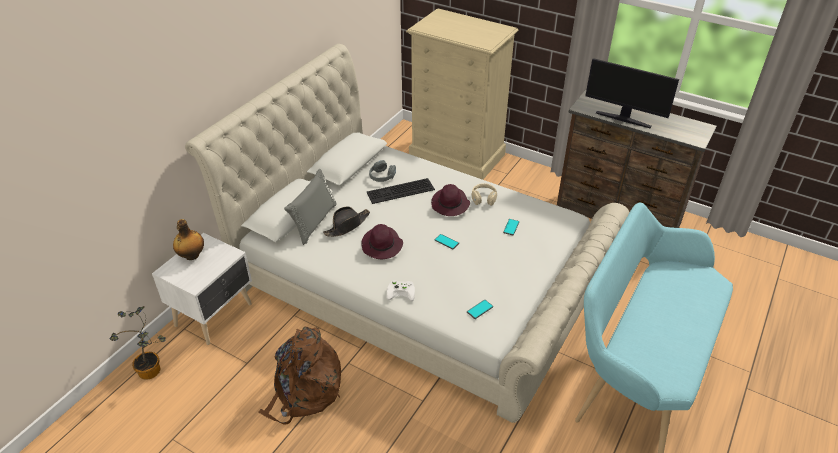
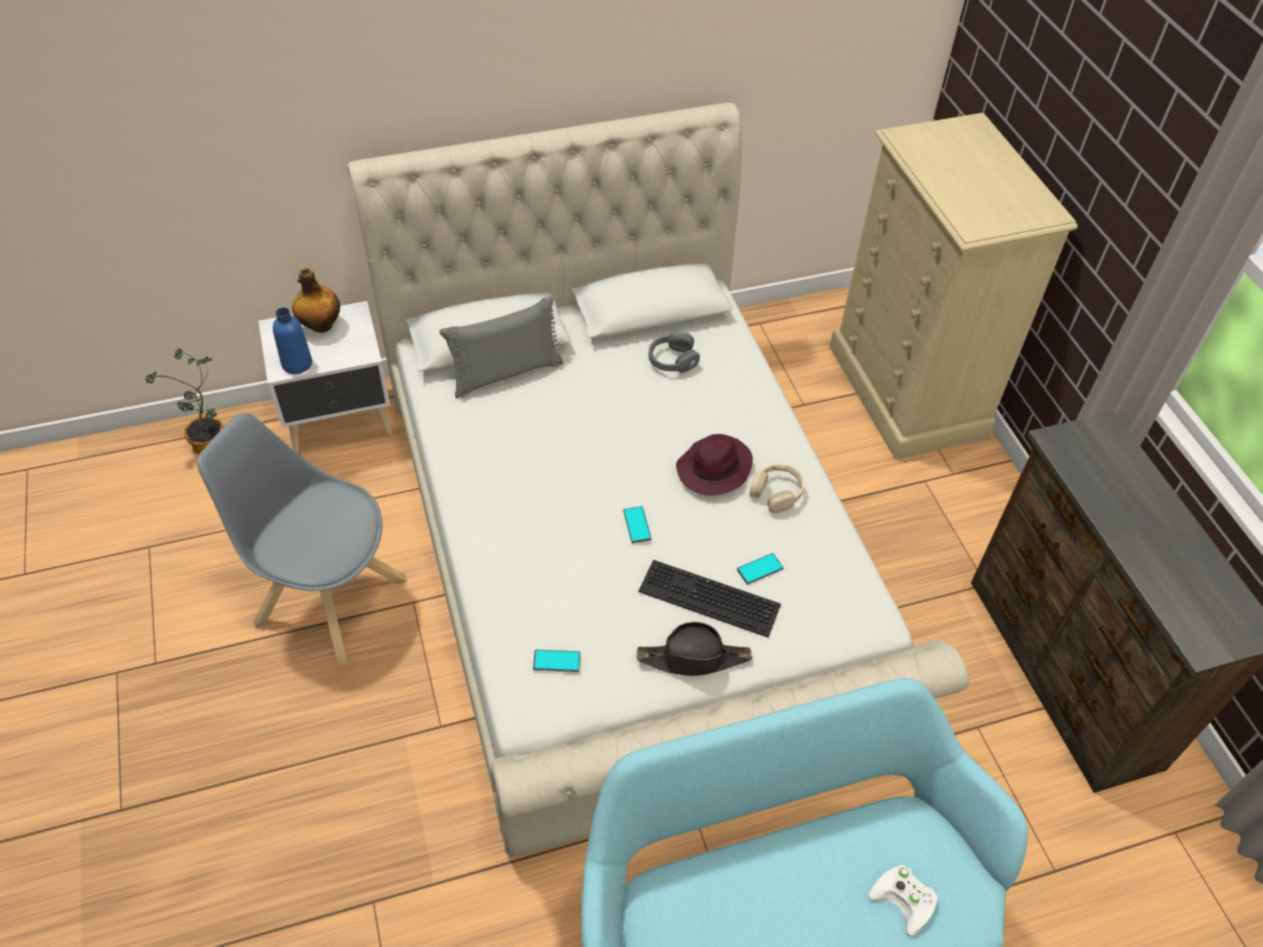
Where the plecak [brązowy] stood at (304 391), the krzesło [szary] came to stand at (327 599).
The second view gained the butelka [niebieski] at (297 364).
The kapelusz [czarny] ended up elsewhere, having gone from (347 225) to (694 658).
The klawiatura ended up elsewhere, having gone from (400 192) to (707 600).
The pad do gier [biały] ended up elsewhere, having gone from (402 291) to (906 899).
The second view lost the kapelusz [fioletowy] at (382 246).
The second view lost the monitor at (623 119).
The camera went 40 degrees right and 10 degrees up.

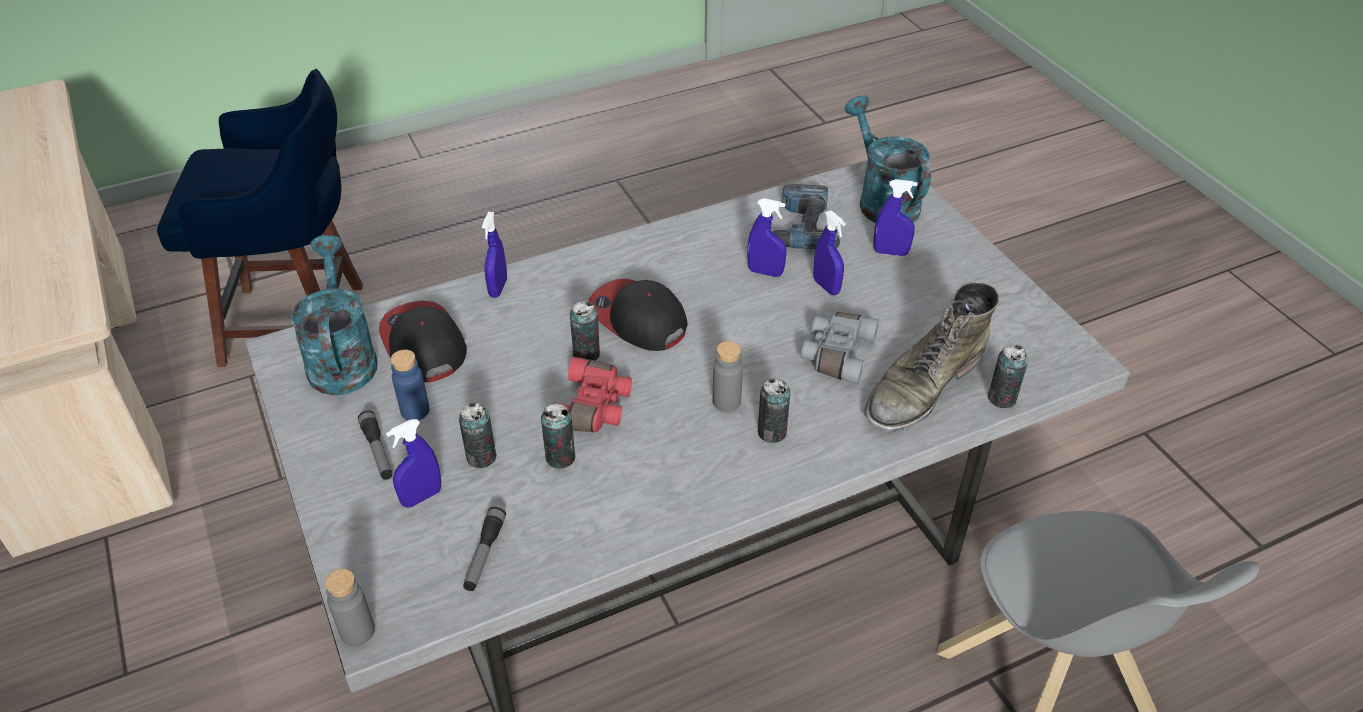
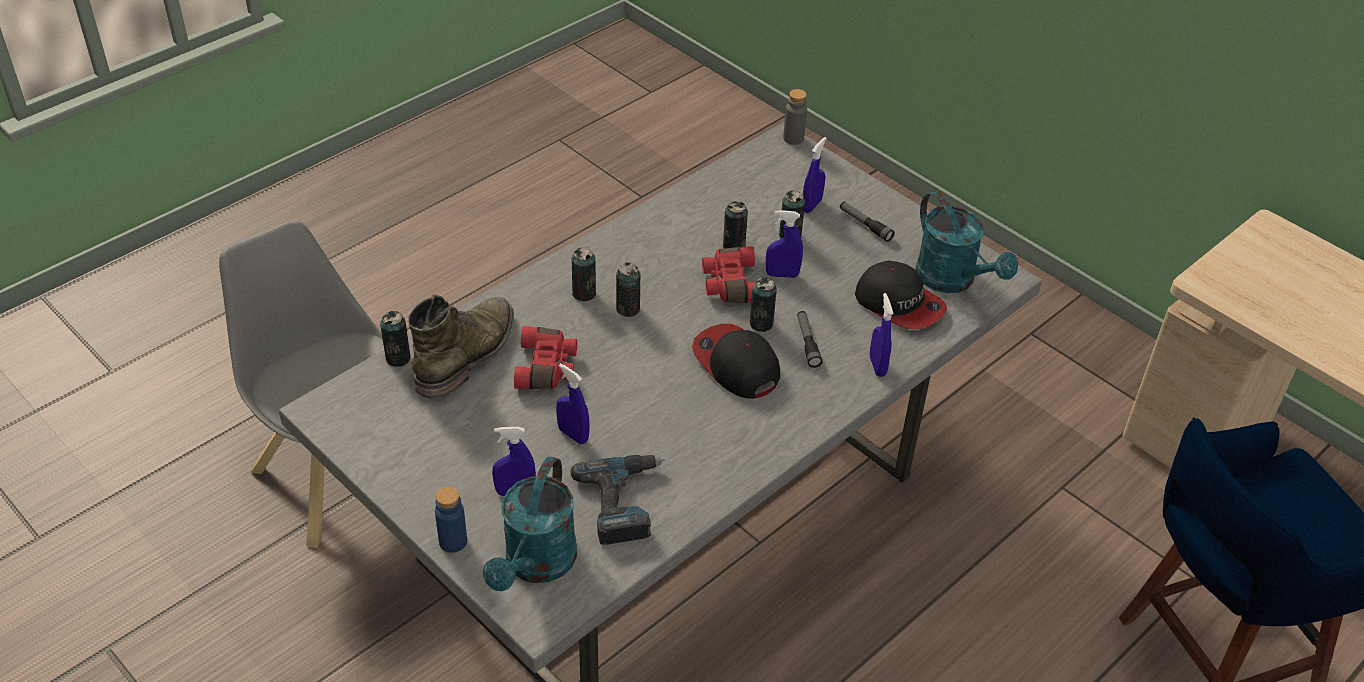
The butelka [niebieski] ended up elsewhere, having gone from (415 410) to (453 541).
The konewka [turkusowy] at (882 200) ended up facing another way, 60 degrees clockwise from before.
What was the lornetka [szary] at (836 354) turned into the lornetka [czerwony] at (547 368).
Where the butelka [szary] stood at (726 402), the puszka came to stand at (628 309).
The czapka z daszkiem at (637 318) ended up facing another way, 150 degrees counterclockwise from before.
The spryskiwacz [niebieski] ended up elsewhere, having gone from (765 272) to (782 275).
The latarka ended up elsewhere, having gone from (484 554) to (807 343).
The camera went 160 degrees right and 0 degrees up.

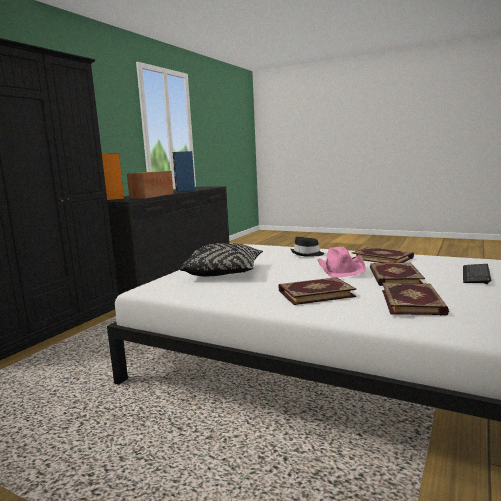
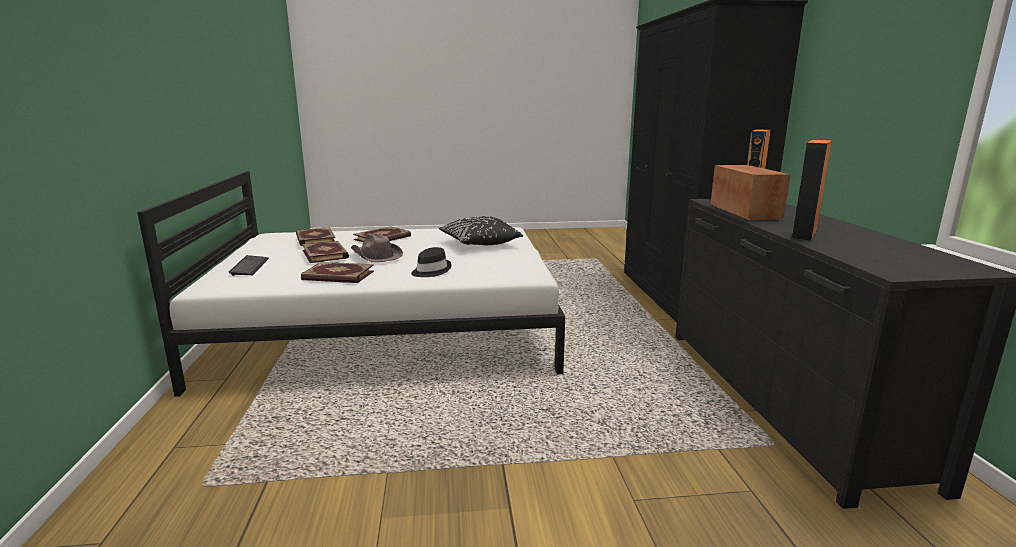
What was the kapelusz [różowy] at (341 269) turned into the kapelusz [brązowy] at (376 256).
What was the głośnik [niebieski] at (185 191) turned into the głośnik [pomarańczowy] at (804 235).
The camera went 145 degrees right and 5 degrees up.

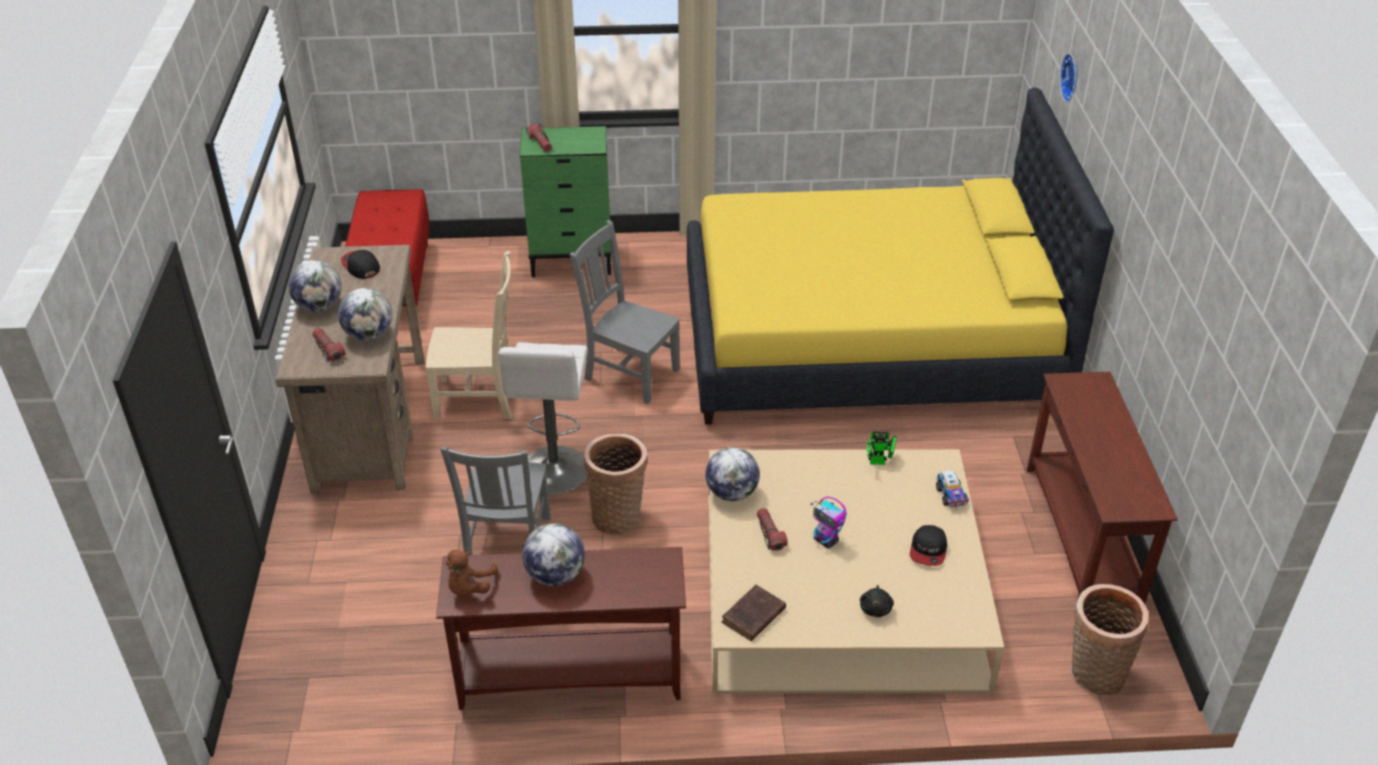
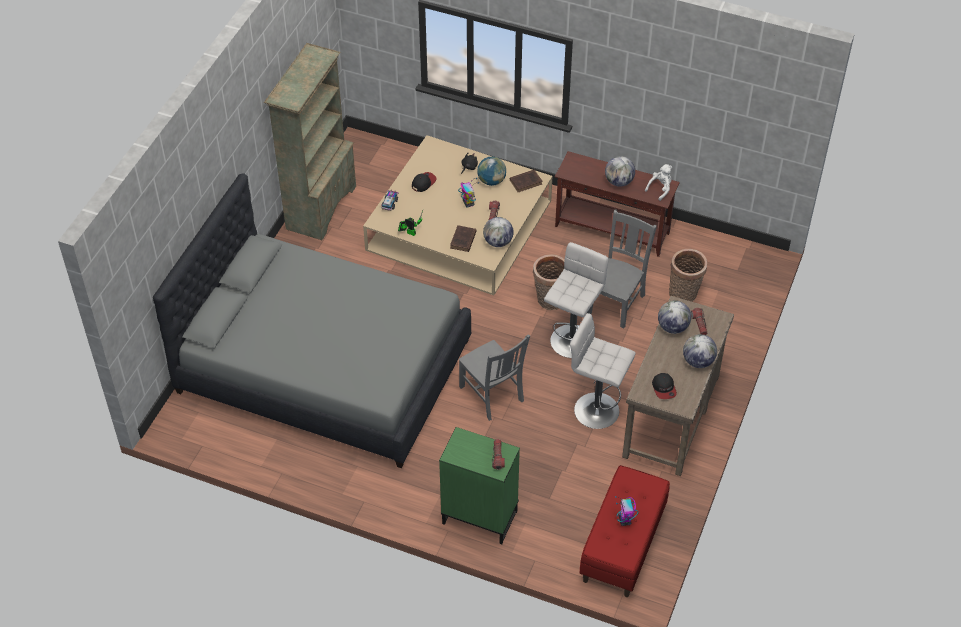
What was the łóżko [żółty] at (869 339) turned into the łóżko [szary] at (324 365).
Where the stolik konsolowy [brązowy] stood at (1082 537), the regał [zielony] came to stand at (321 207).
The second view gained the książka [brązowy] at (463 240).
The second view gained the globus at (491 181).
Where the krzesło [beżowy] stood at (479 398), the stołek [biały] came to stand at (596 410).
The second view gained the robot zabawkowy at (625 520).
What was the pluszak [brązowy] at (469 588) turned into the pluszak [biały] at (660 189).
The koszyk ended up elsewhere, having gone from (1093 673) to (684 295).
The second view lost the zegar ścienny at (1071 77).
The camera went 155 degrees left and 10 degrees up.

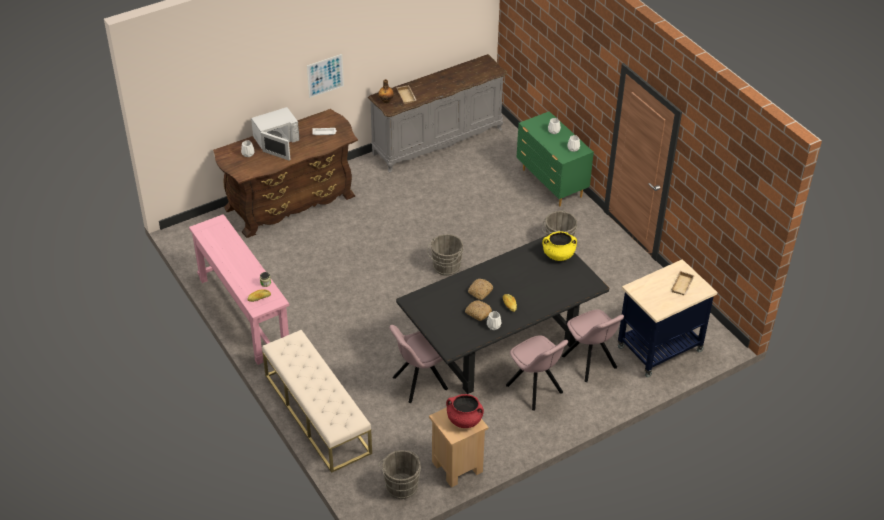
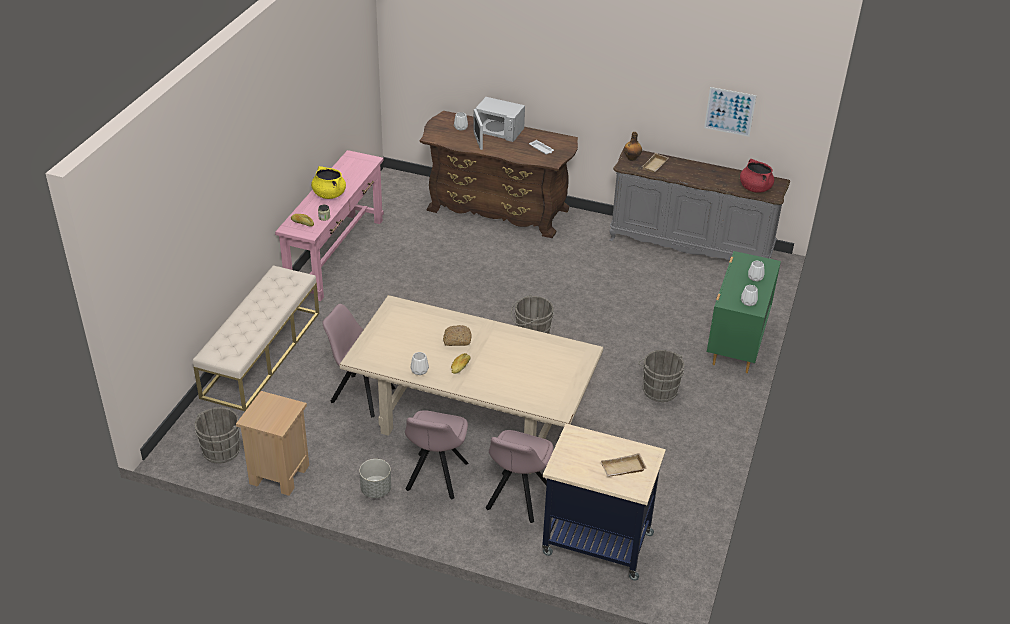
The garnek [żółty] ended up elsewhere, having gone from (558 255) to (329 194).
What was the stół jadalny [czarny] at (500 344) turned into the stół jadalny [beżowy] at (470 421).
The second view gained the donica [szary] at (376 490).
The obraz ended up elsewhere, having gone from (325 75) to (729 111).
The garnek [czerwony] ended up elsewhere, having gone from (464 420) to (755 188).
The second view lost the chleb at (478 313).
The camera went 50 degrees right and 5 degrees down.

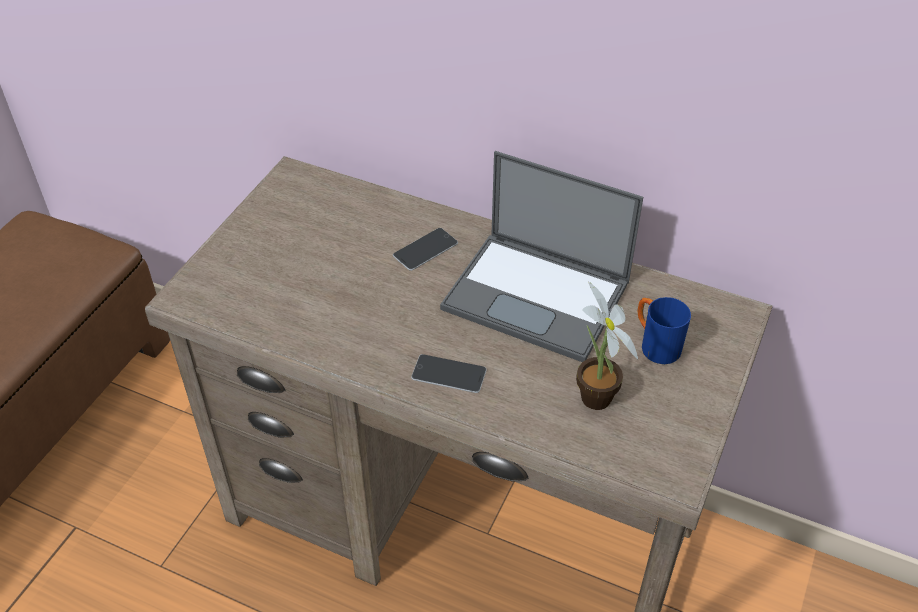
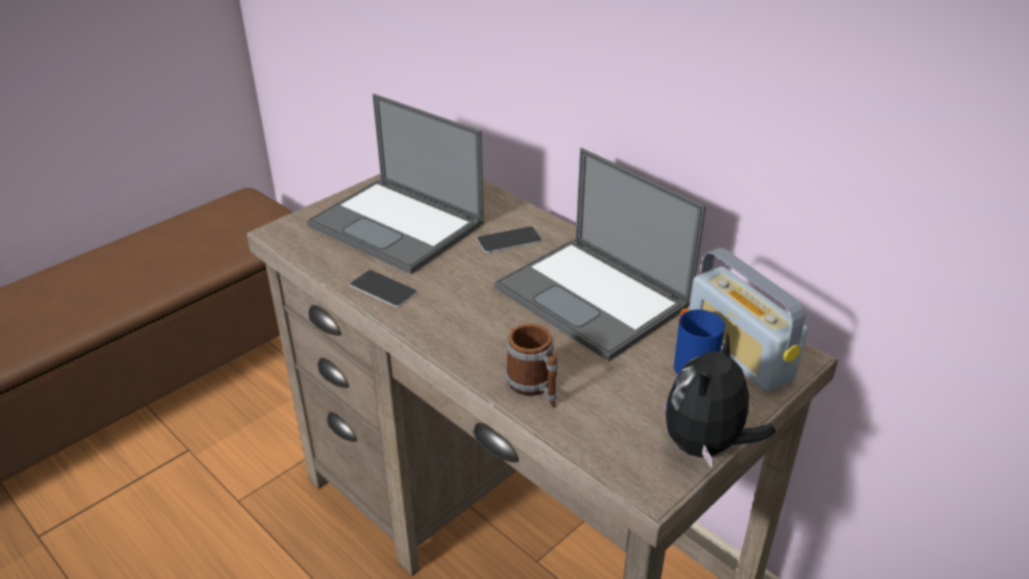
The second view gained the laptop at (398 225).
The telefon ended up elsewhere, having gone from (449 374) to (383 289).
The second view gained the kubek at (535 387).
The second view gained the pluszak at (706 446).
The second view gained the radio at (739 353).
The second view lost the roślina doniczkowa at (595 402).
The camera went 20 degrees right and 10 degrees down.

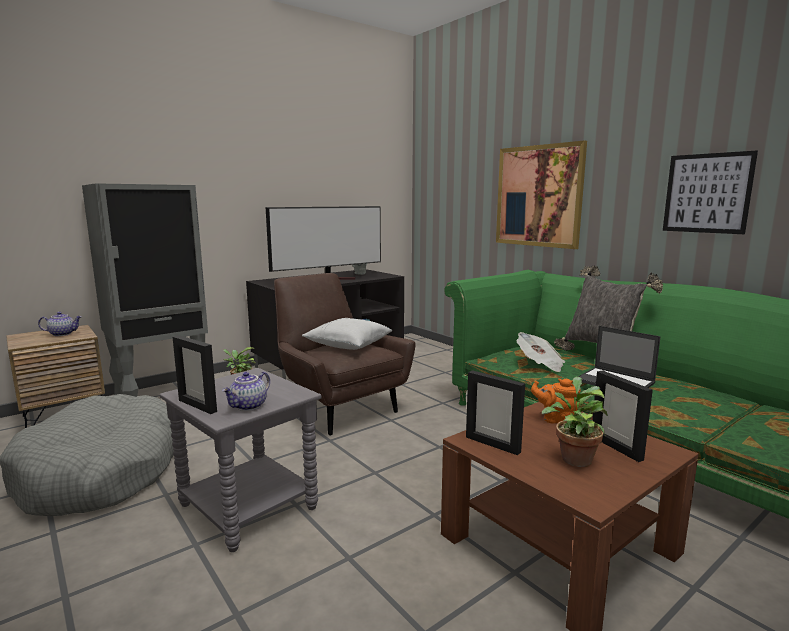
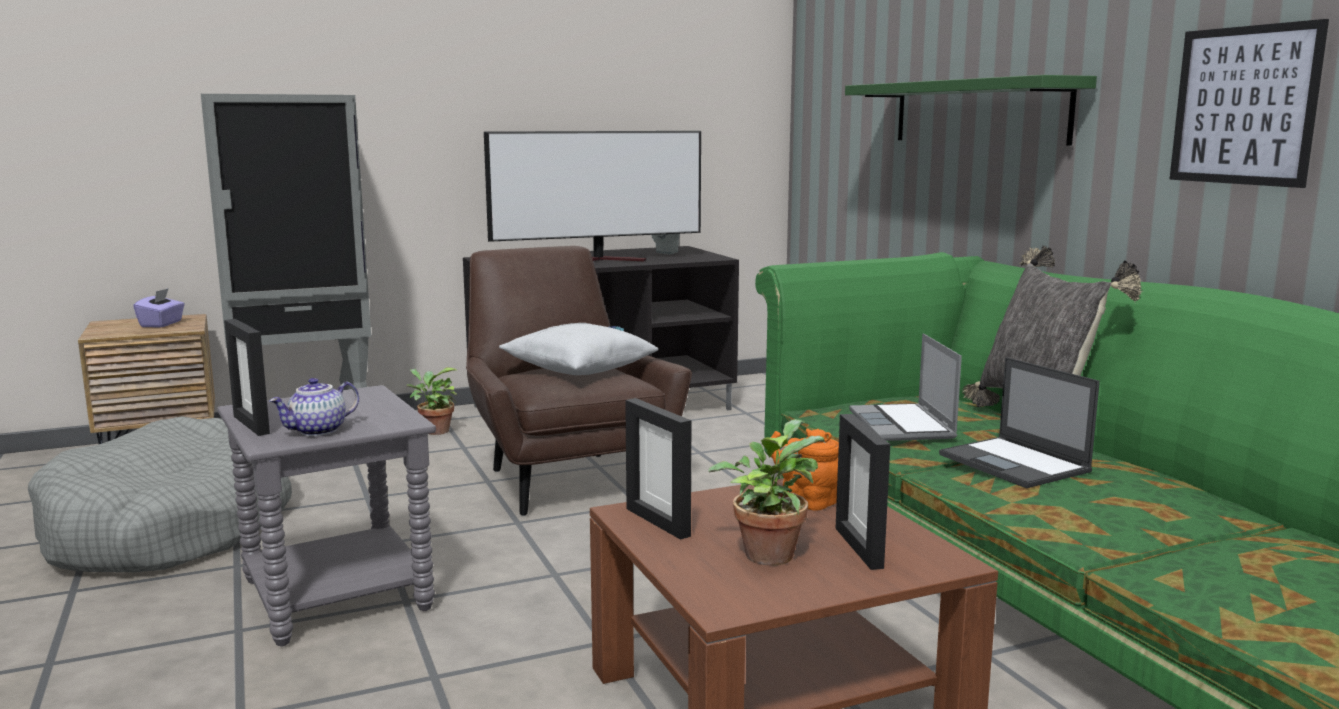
Where the imbryk stood at (62 334), the pudełko chusteczek [fioletowy] came to stand at (162 324).
Where the obraz hung at (538 196), the półka [zielony] came to hang at (977 112).
Where the gazeta stood at (540 364), the laptop came to stand at (903 425).
The camera went 15 degrees right and 0 degrees up.

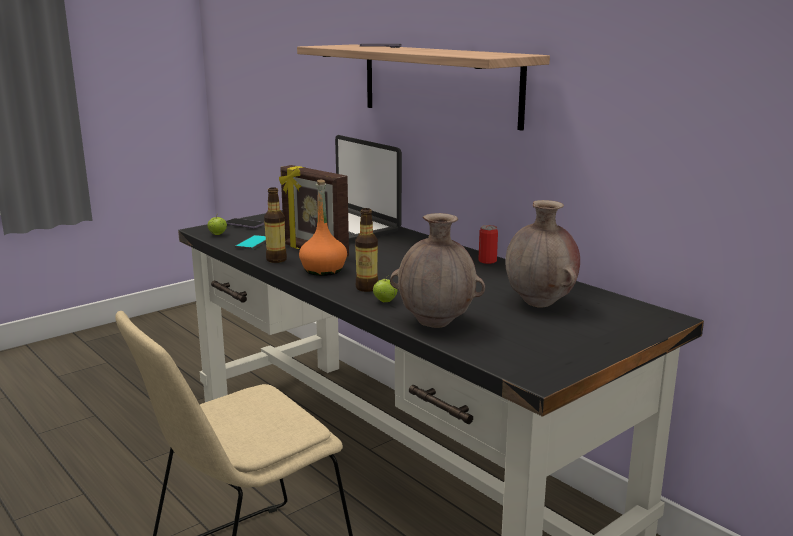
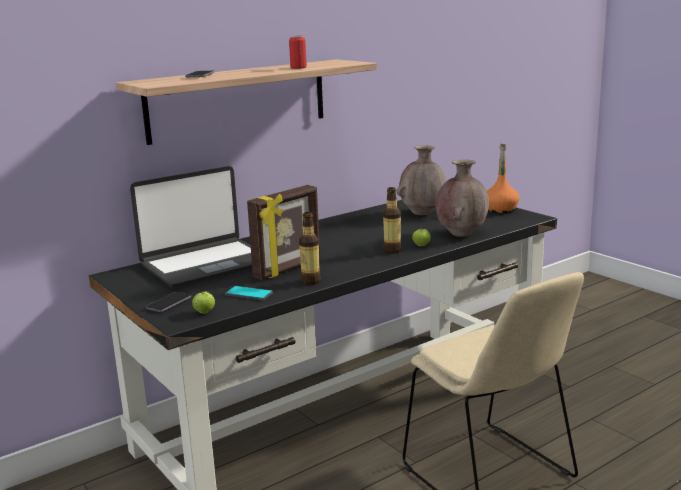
The puszka ended up elsewhere, having gone from (487 261) to (298 67).
The butelka [pomarańczowy] ended up elsewhere, having gone from (323 270) to (501 210).
The camera went 85 degrees left and 0 degrees up.

